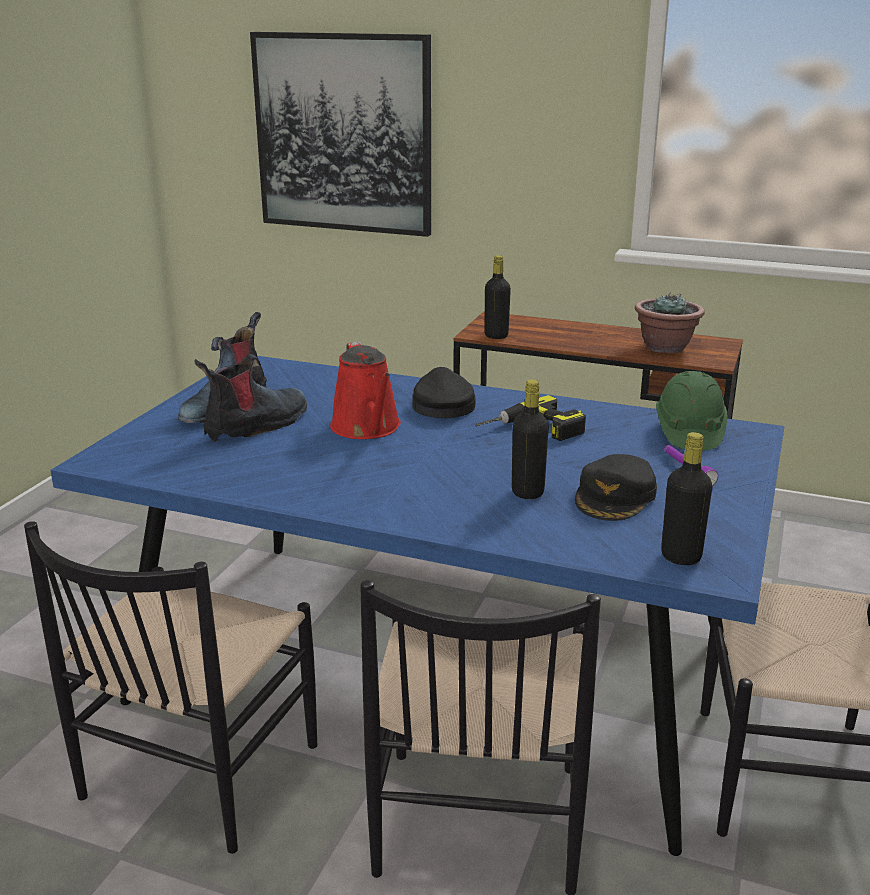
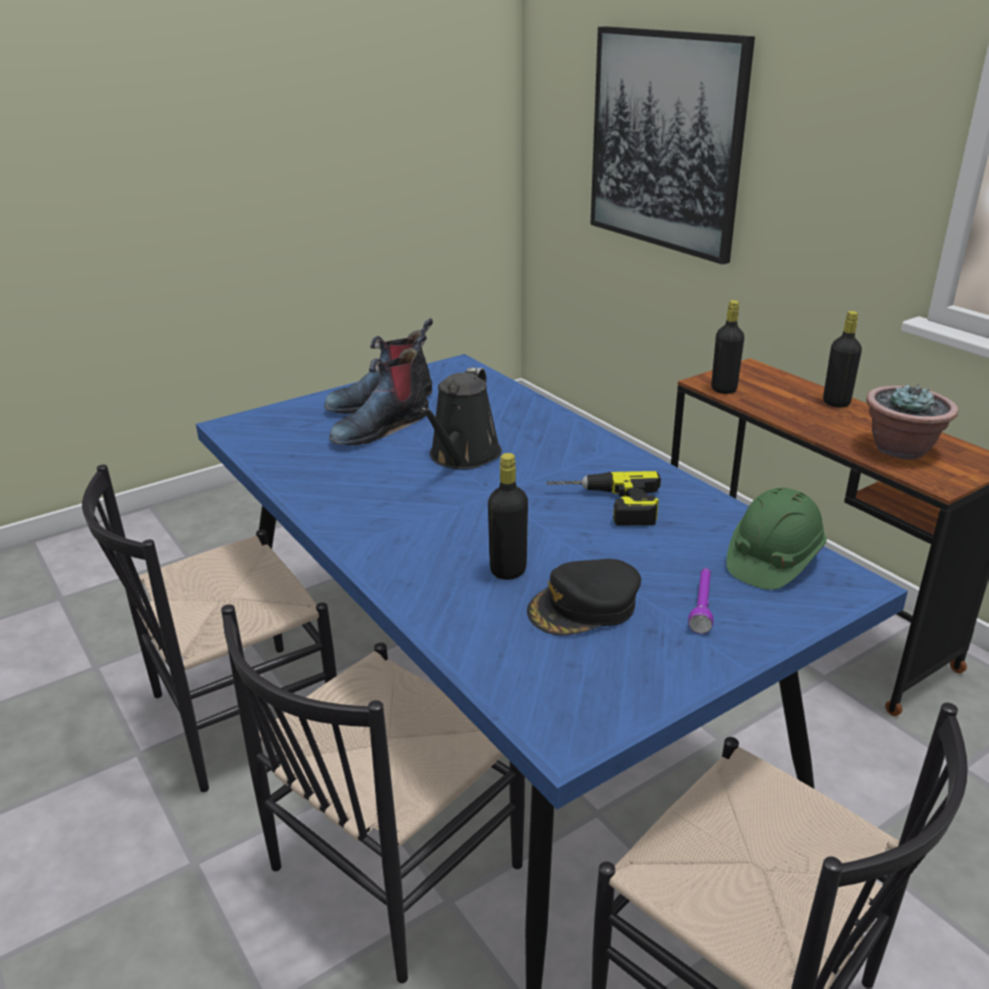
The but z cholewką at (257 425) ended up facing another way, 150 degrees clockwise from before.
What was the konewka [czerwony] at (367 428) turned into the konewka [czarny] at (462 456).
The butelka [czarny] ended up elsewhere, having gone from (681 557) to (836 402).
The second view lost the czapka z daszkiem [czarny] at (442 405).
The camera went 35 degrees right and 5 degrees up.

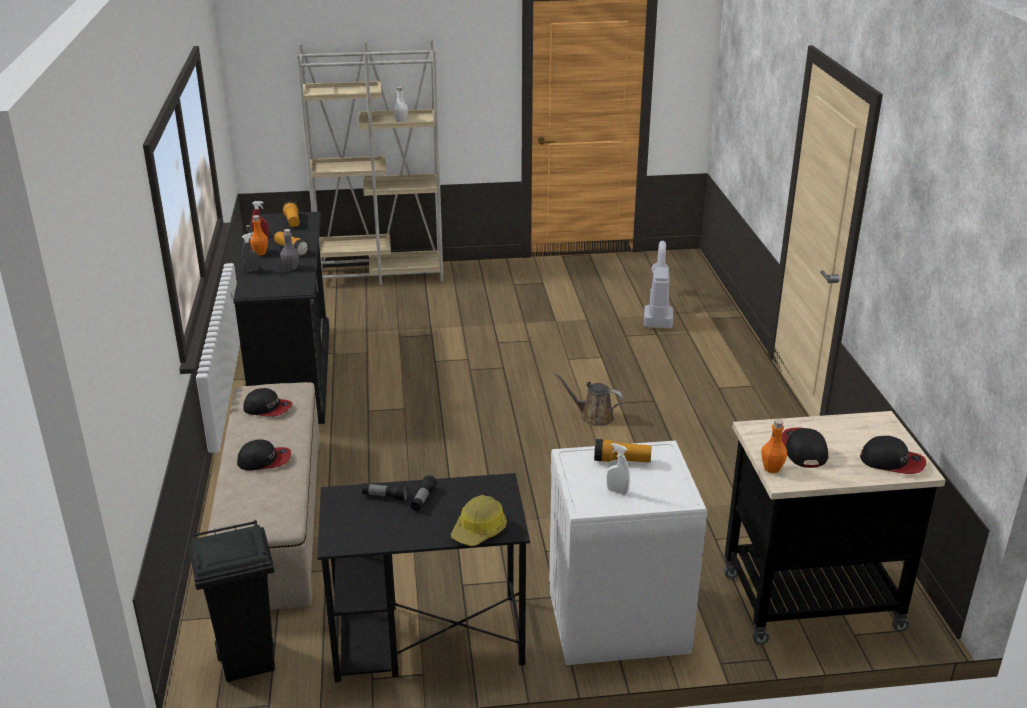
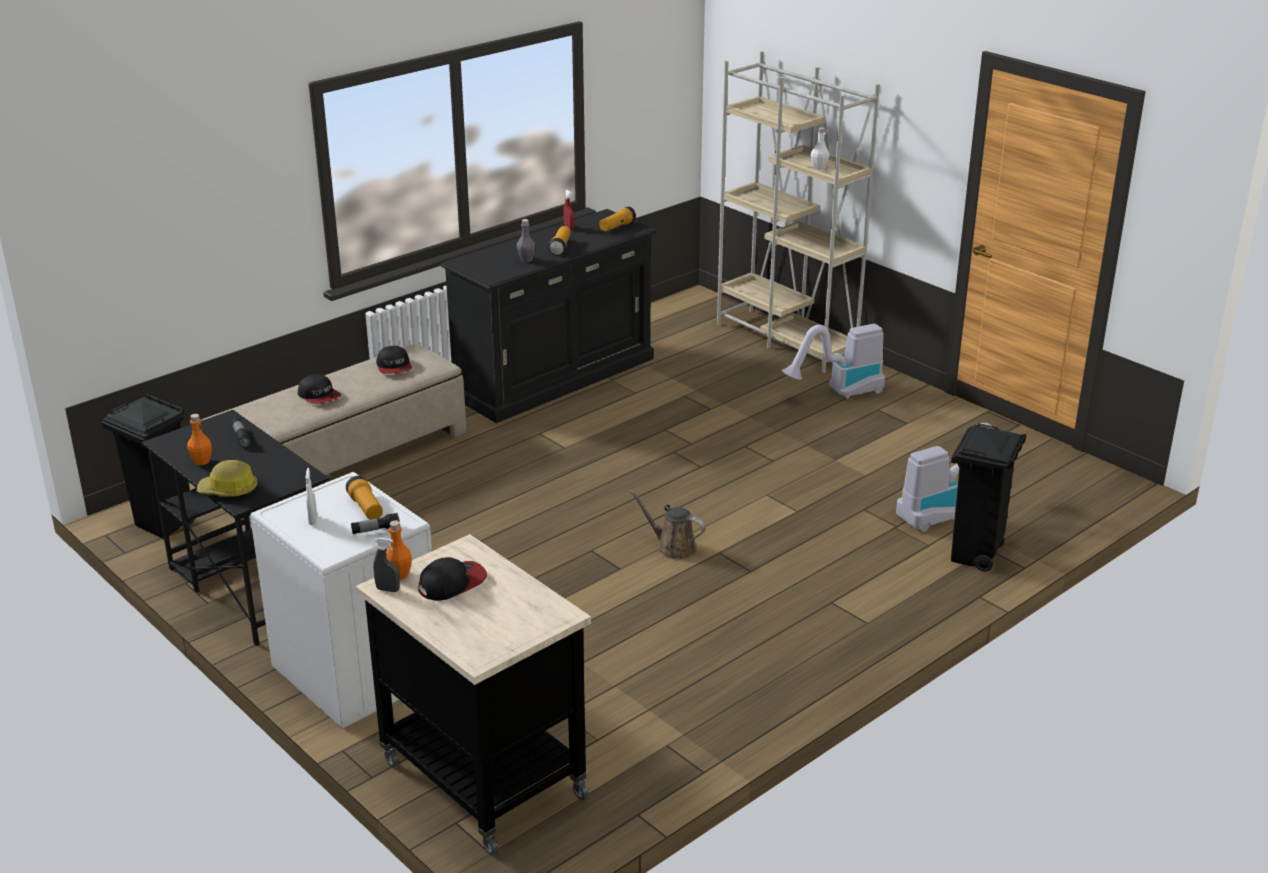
The butelka [pomarańczowy] ended up elsewhere, having gone from (260 253) to (202 461).
The latarka ended up elsewhere, having gone from (423 499) to (376 530).
The spryskiwacz [szary] ended up elsewhere, having gone from (251 271) to (388 589).
The konewka [brązowy] at (593 417) ended up facing another way, 45 degrees counterclockwise from before.
The second view gained the odkurzacz at (839 393).
The second view gained the kosz na śmieci [czarny] at (975 556).
The second view lost the czapka z daszkiem at (892 462).
The camera went 55 degrees right and 0 degrees up.

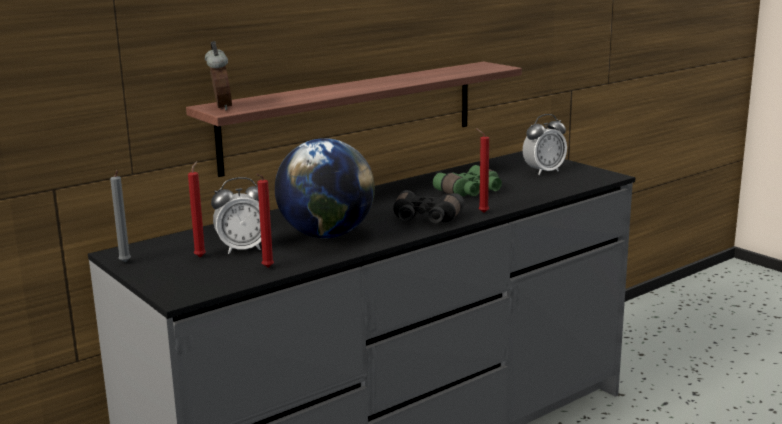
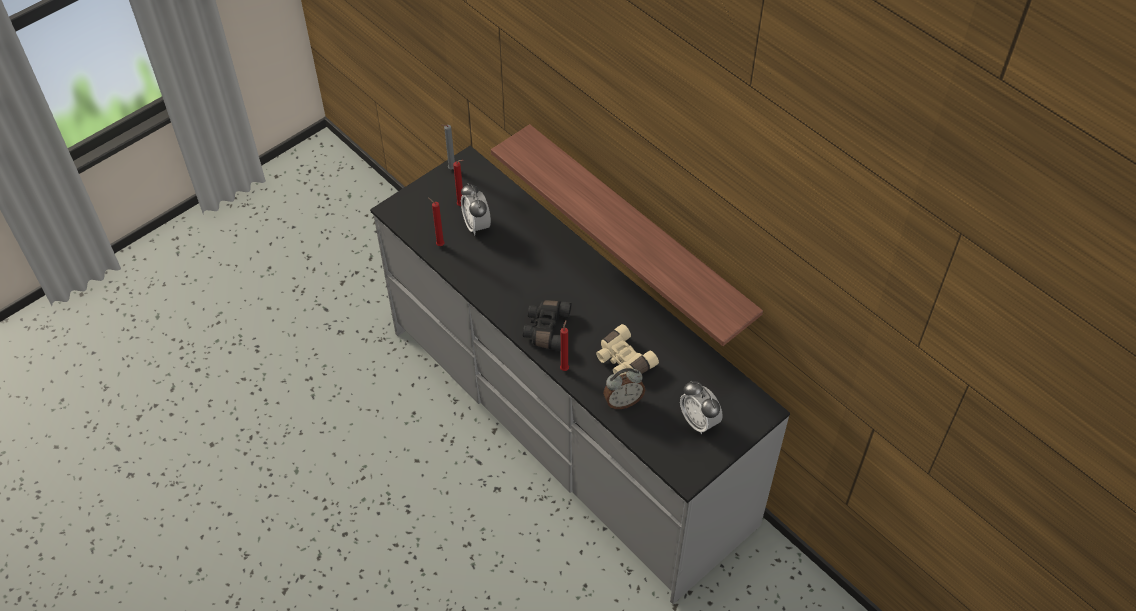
What was the lornetka [zielony] at (471 192) turned into the lornetka [beżowy] at (623 360).
The budzik ended up elsewhere, having gone from (220 107) to (623 401).
The second view lost the globus at (326 235).
The camera went 85 degrees right and 35 degrees up.

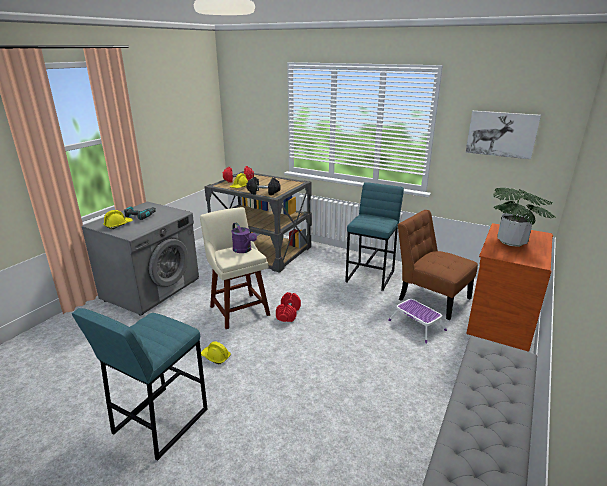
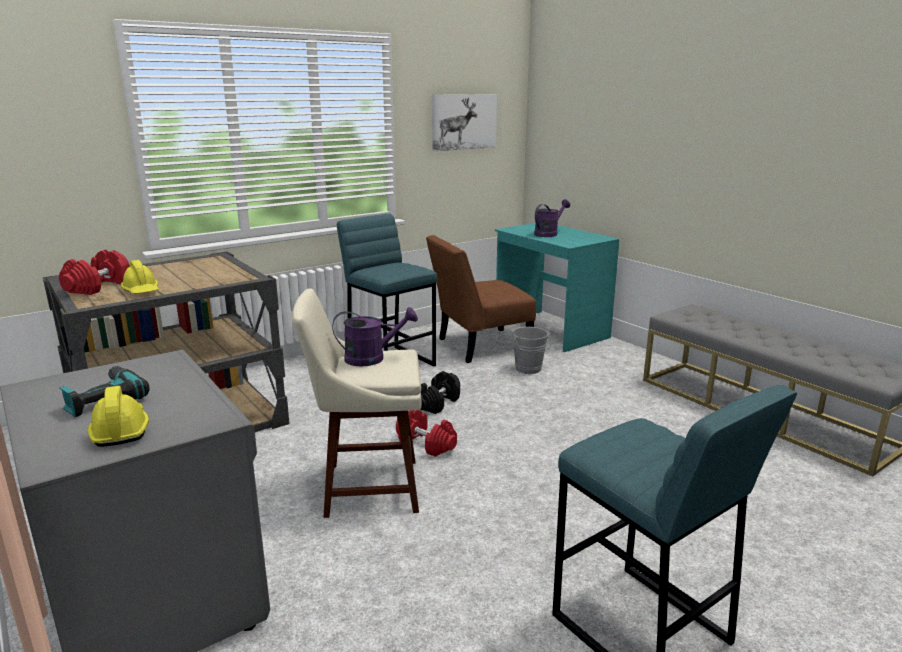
The hantel [czarny] ended up elsewhere, having gone from (263 192) to (437 403).
What was the biurko [brązowy] at (500 319) turned into the biurko [turkusowy] at (550 330).
Where the drabinka [fioletowy] stood at (416 325), the wiadro [szary] came to stand at (529 370).
Where the roślina doniczkowa stood at (512 241), the konewka [fioletowy] came to stand at (548 233).
The second view lost the kask [żółty] at (215 357).
The camera went 65 degrees left and 5 degrees down.

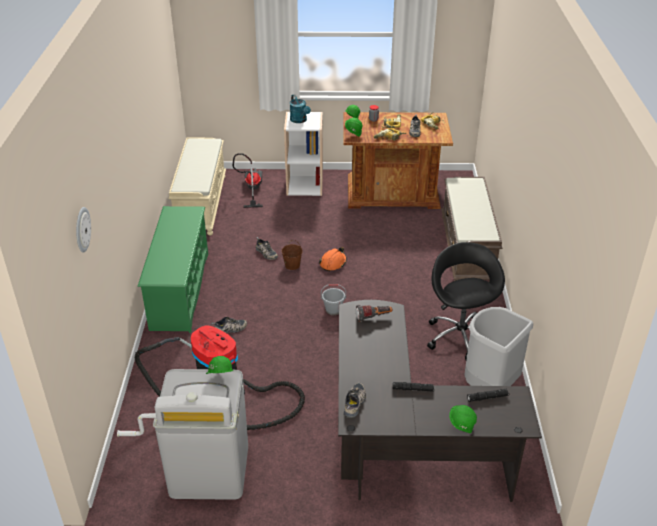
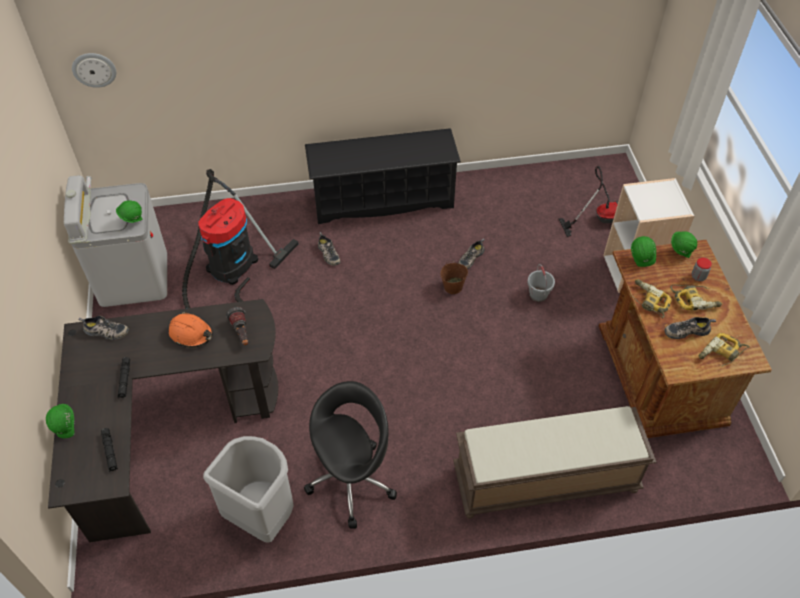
The zegar ścienny ended up elsewhere, having gone from (82 229) to (94 69).
The kask [pomarańczowy] ended up elsewhere, having gone from (333 263) to (191 334).
What was the regał na buty [zielony] at (180 290) turned into the regał na buty [czarny] at (383 200).
The wiadro [szary] ended up elsewhere, having gone from (333 310) to (538 295).
The second view lost the ławka [beżowy] at (201 204).
The second view lost the konewka [turkusowy] at (300 120).
The camera went 80 degrees right and 15 degrees up.

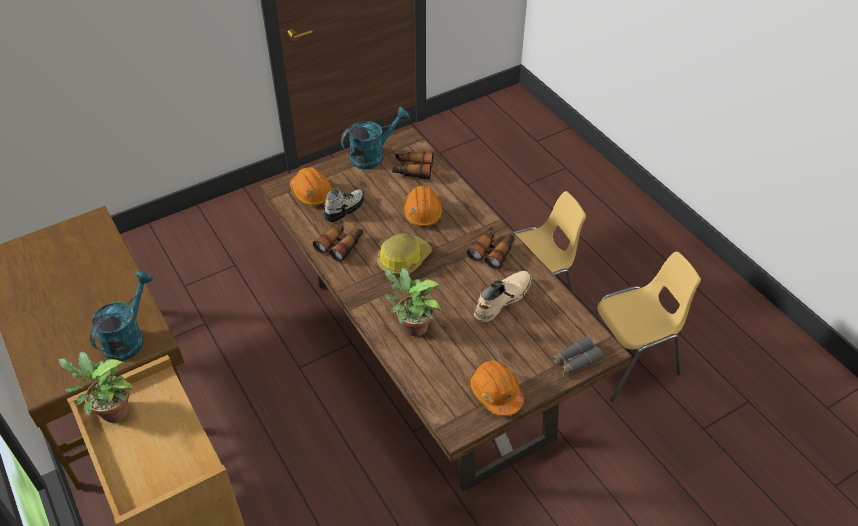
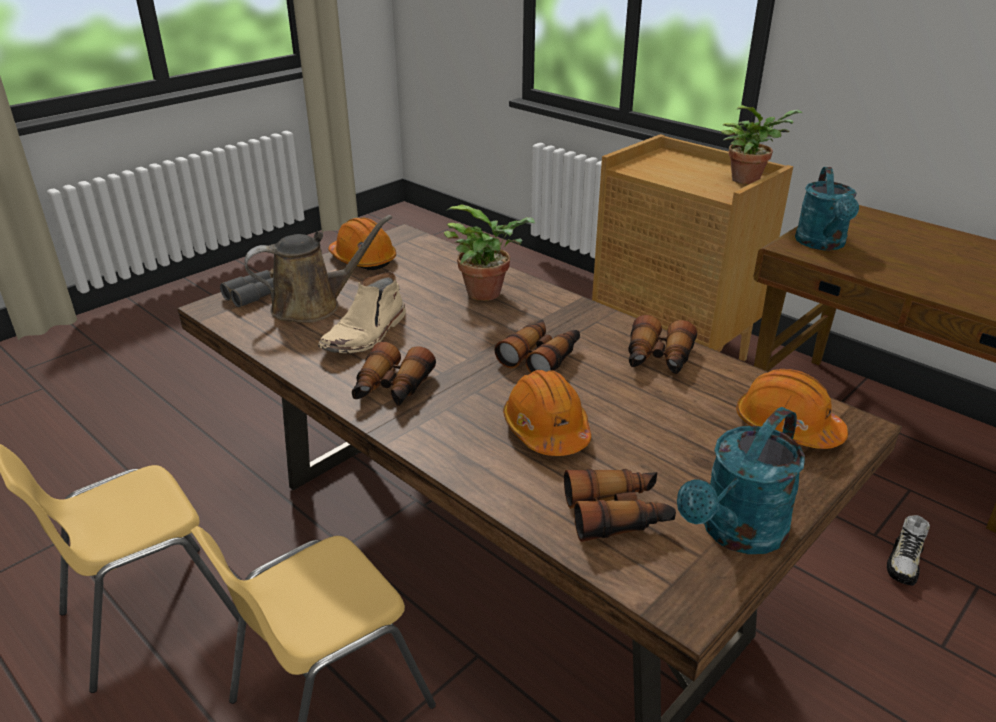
The second view gained the konewka [brązowy] at (313 306).
Where the kask stood at (403 259), the lornetka came to stand at (541 356).
The but ended up elsewhere, having gone from (344 209) to (904 563).
The camera went 165 degrees right and 15 degrees down.

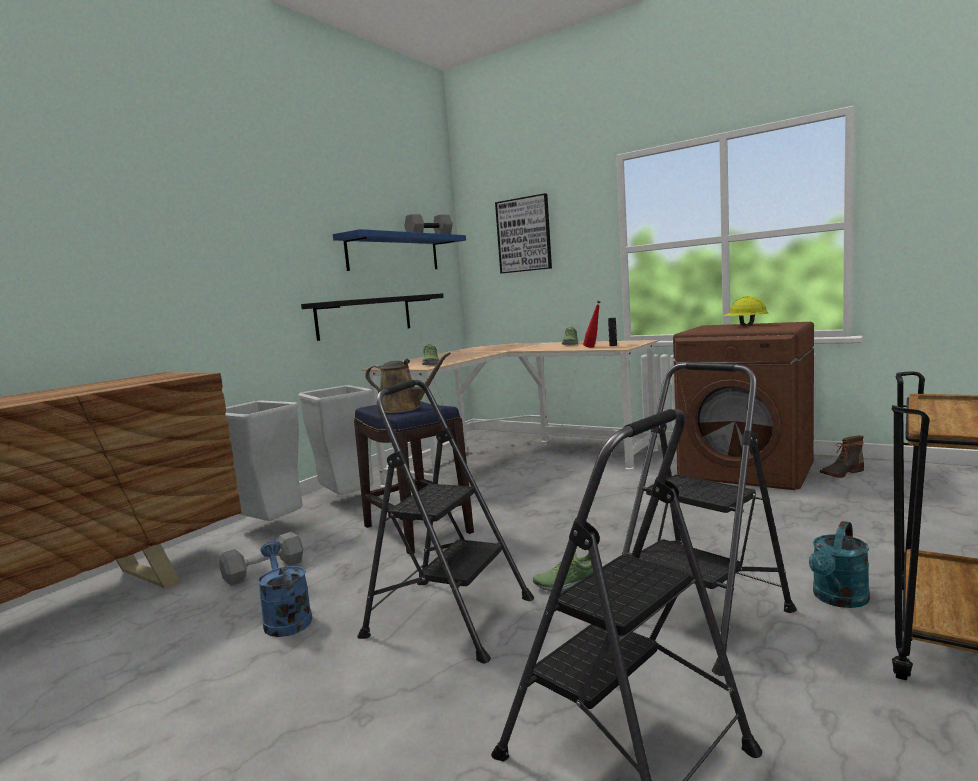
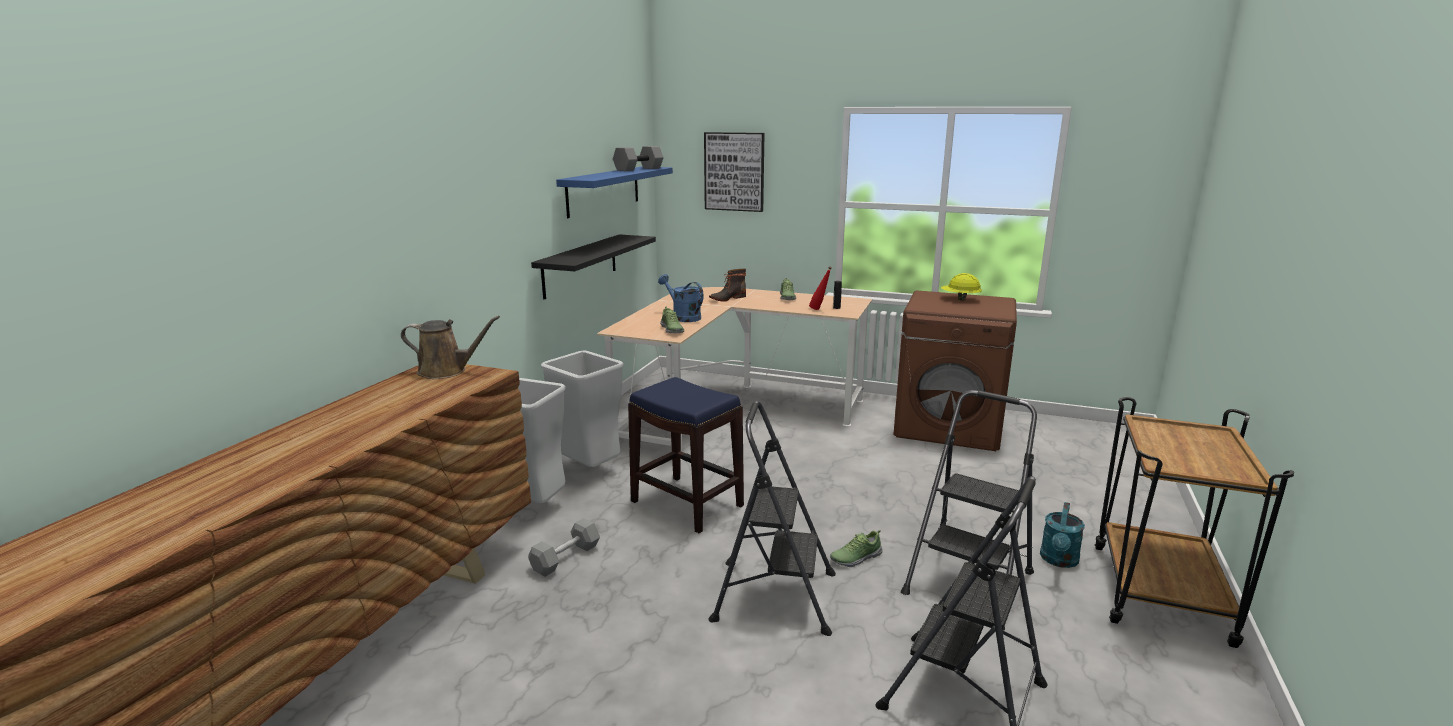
The konewka [brązowy] ended up elsewhere, having gone from (403 408) to (447 371).
The konewka [niebieski] ended up elsewhere, having gone from (285 619) to (683 317).
The but z cholewką ended up elsewhere, having gone from (841 473) to (727 298).
The camera went 15 degrees left and 10 degrees up.

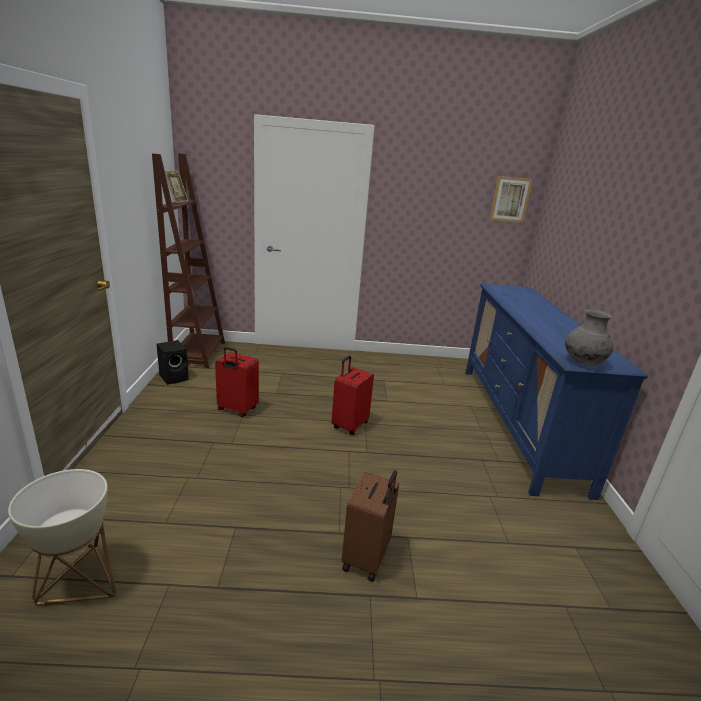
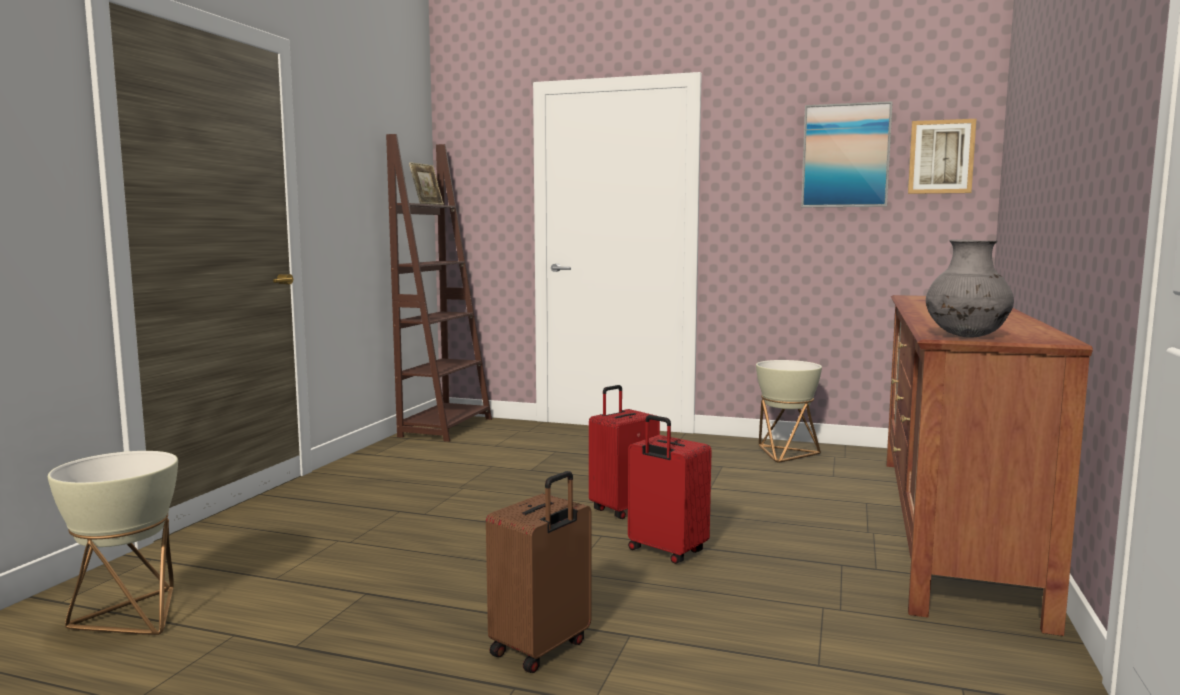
The walizka [czerwony] ended up elsewhere, having gone from (237 409) to (665 552).
The second view gained the donica at (784 454).
The second view gained the obraz at (845 156).
What was the komoda [niebieski] at (516 423) turned into the komoda [brązowy] at (950 528).
The second view lost the głośnik [czarny] at (175 377).
The camera went 20 degrees right and 15 degrees down.

